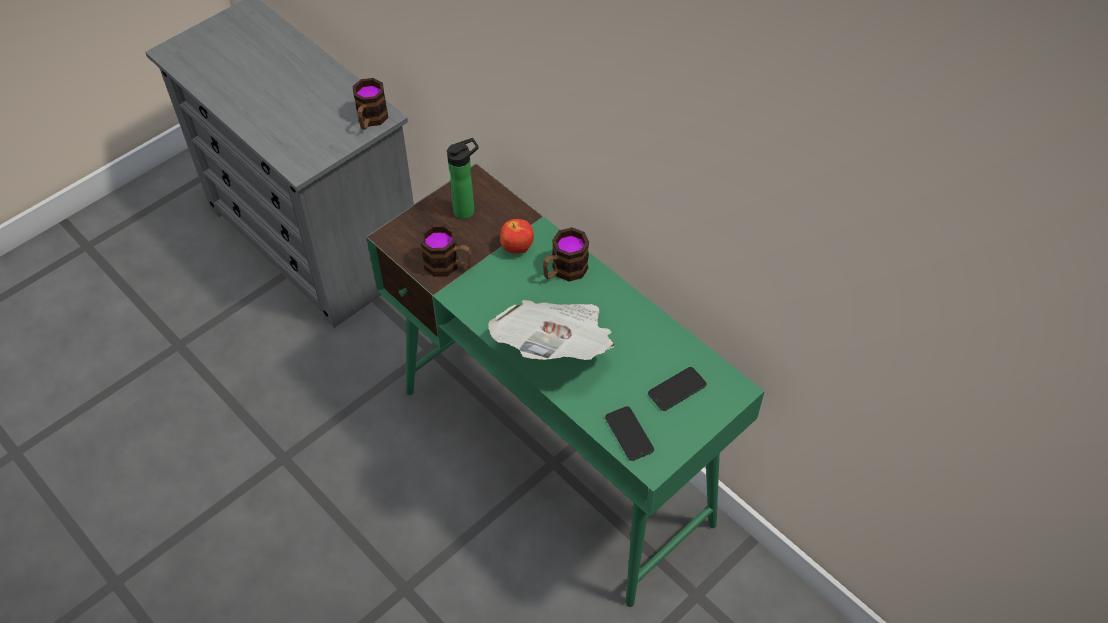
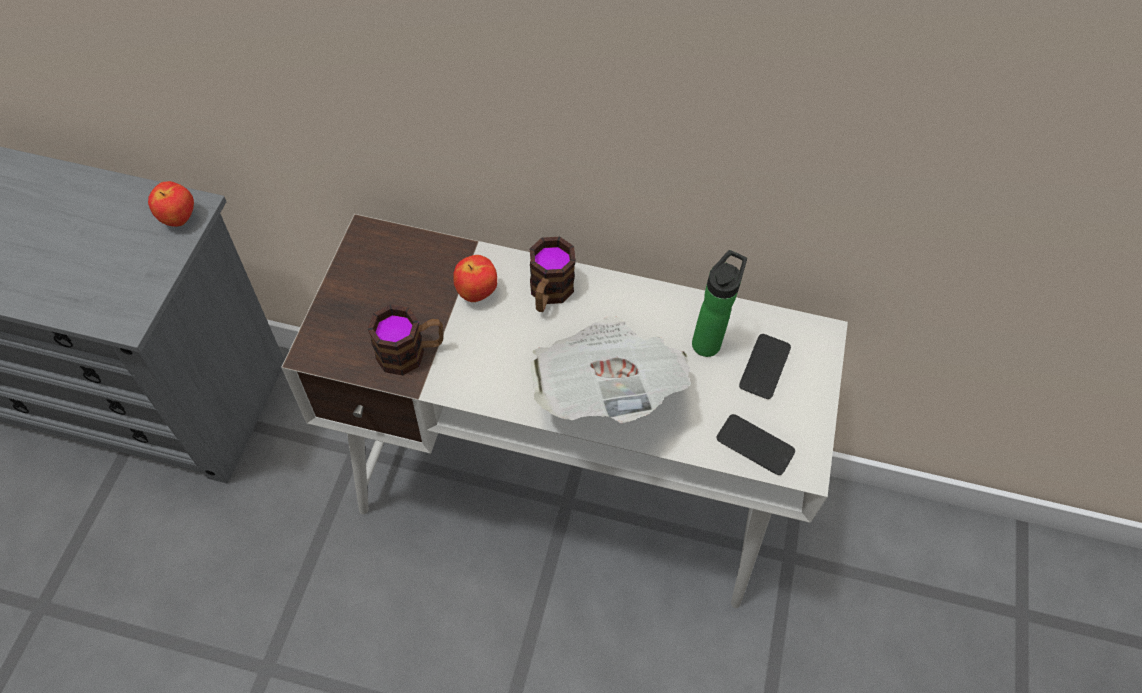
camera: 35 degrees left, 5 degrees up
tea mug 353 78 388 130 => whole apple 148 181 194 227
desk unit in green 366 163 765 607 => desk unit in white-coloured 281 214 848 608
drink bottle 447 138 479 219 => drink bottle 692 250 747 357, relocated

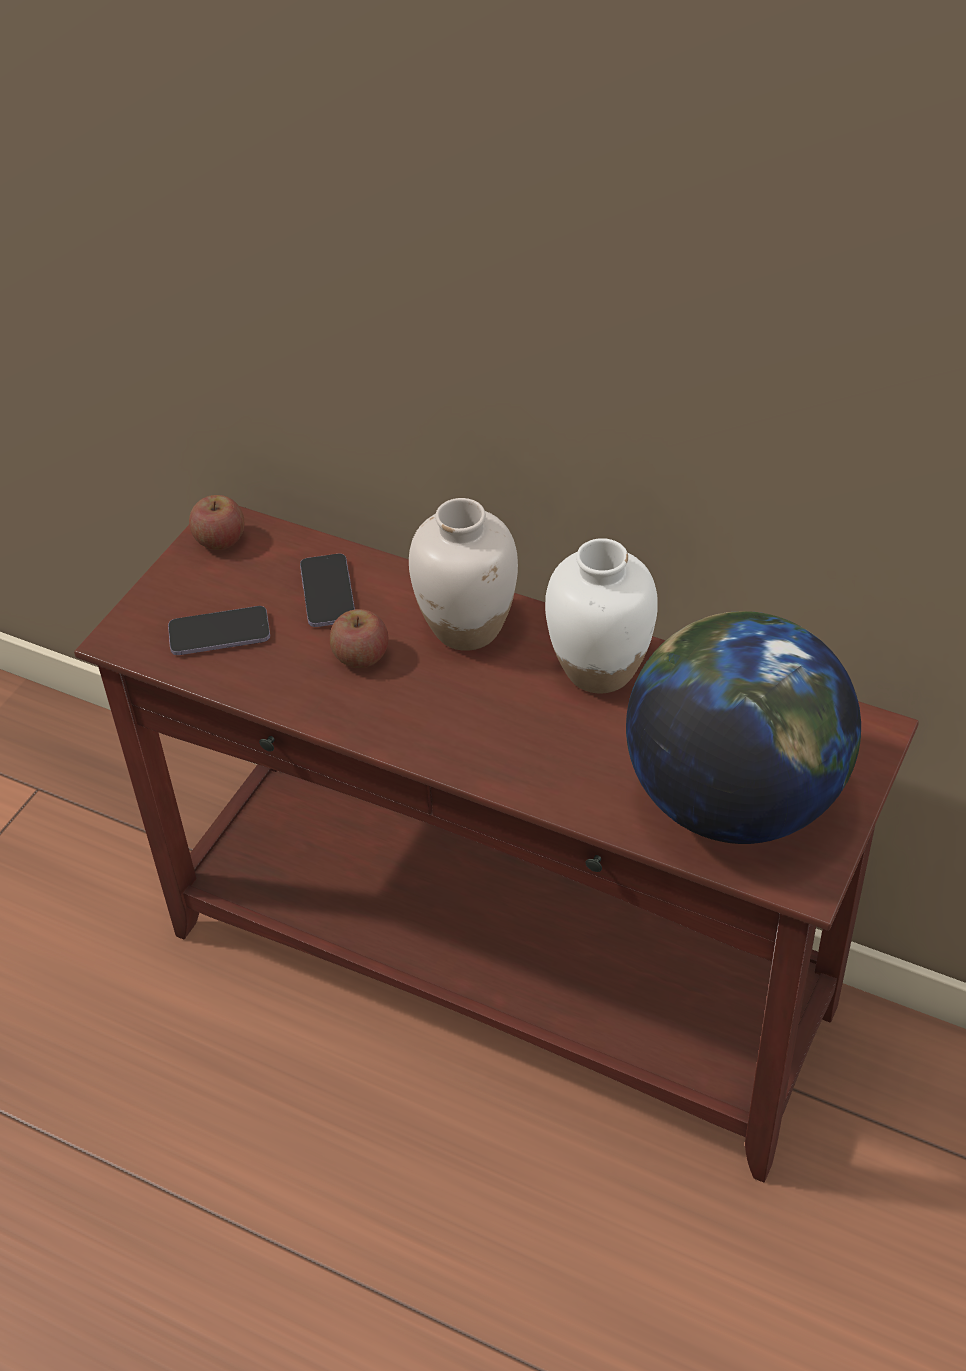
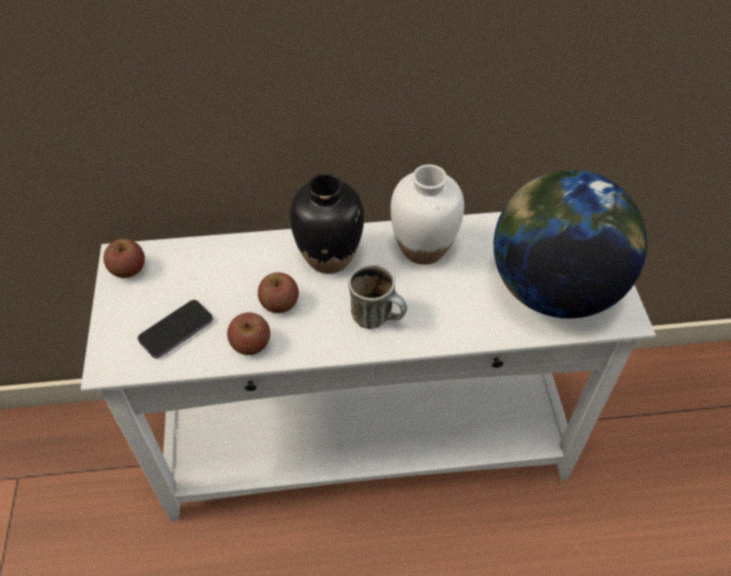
camera: 35 degrees left, 5 degrees up
hall table in brown-coloured 74 506 919 1183 => hall table in white-coloured 81 212 656 522
nothing => whole apple 227 312 270 355
flower vase in white-coloured 409 498 518 651 => flower vase in black-coloured 290 173 364 274
nothing => tea mug 348 264 407 329
telephone 300 554 355 627 => nothing

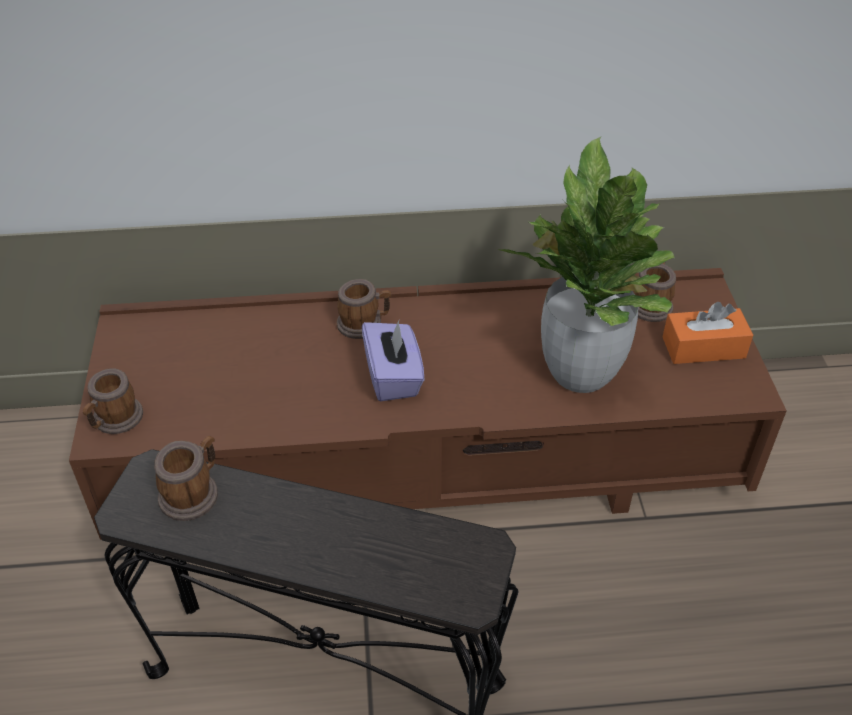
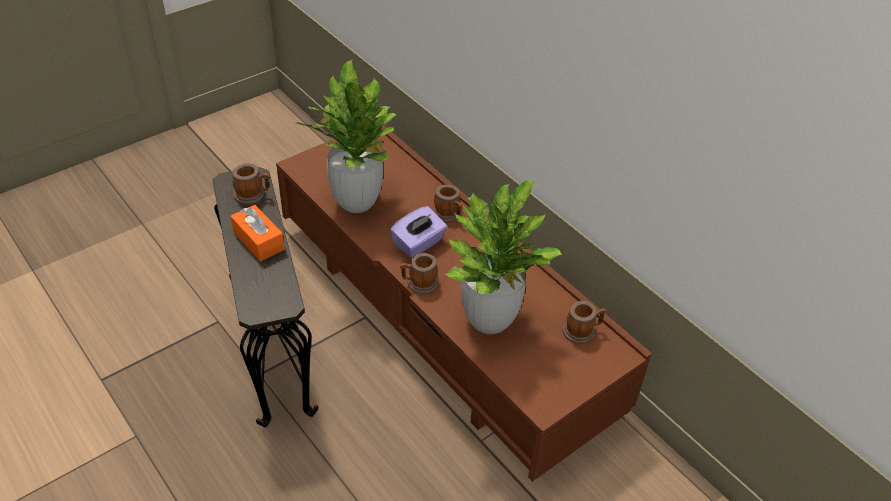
camera: 55 degrees right, 0 degrees up
tissue holder in orange-coloured 663 302 753 364 => tissue holder in orange-coloured 230 205 285 262, relocated
nothing => houseplant 297 60 397 213
tea mug 83 368 143 434 => tea mug 400 253 439 294, relocated

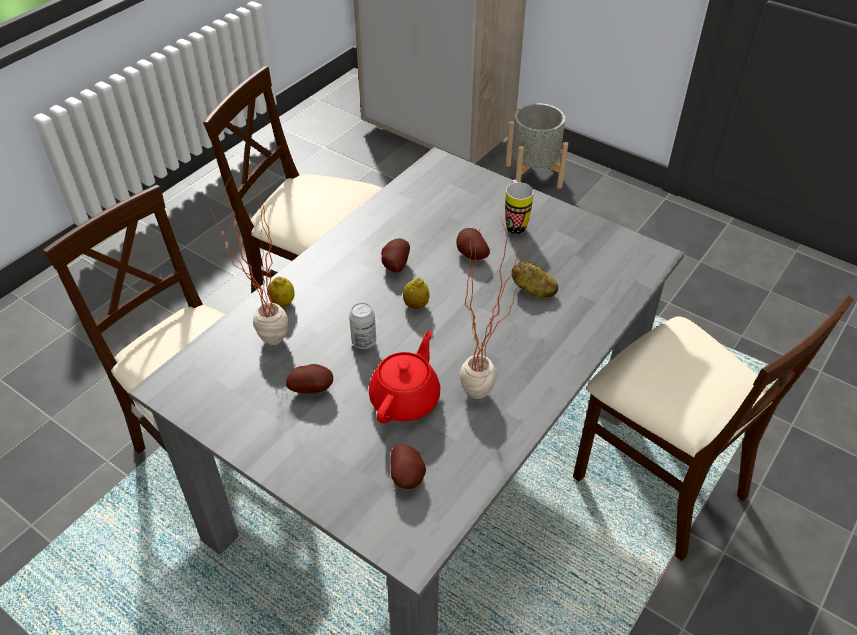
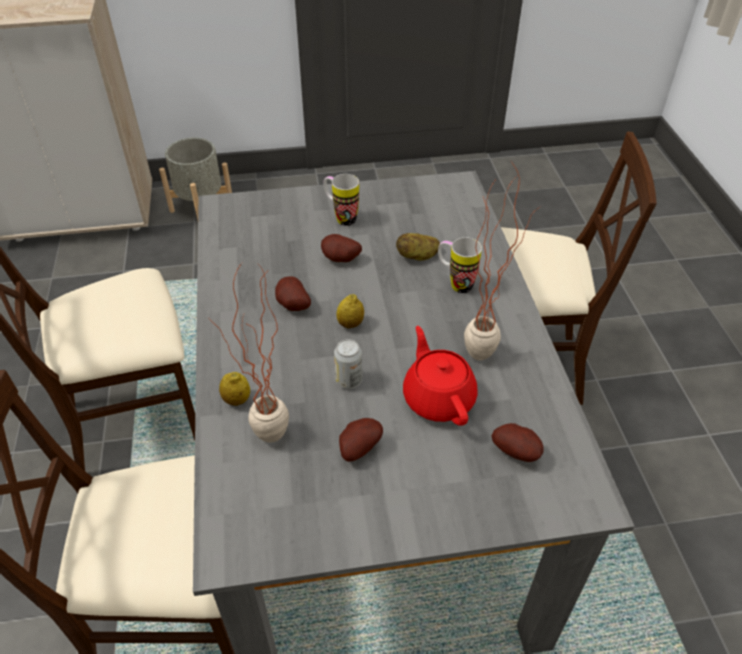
camera: 45 degrees left, 0 degrees up
nothing => tea mug 438 237 482 293

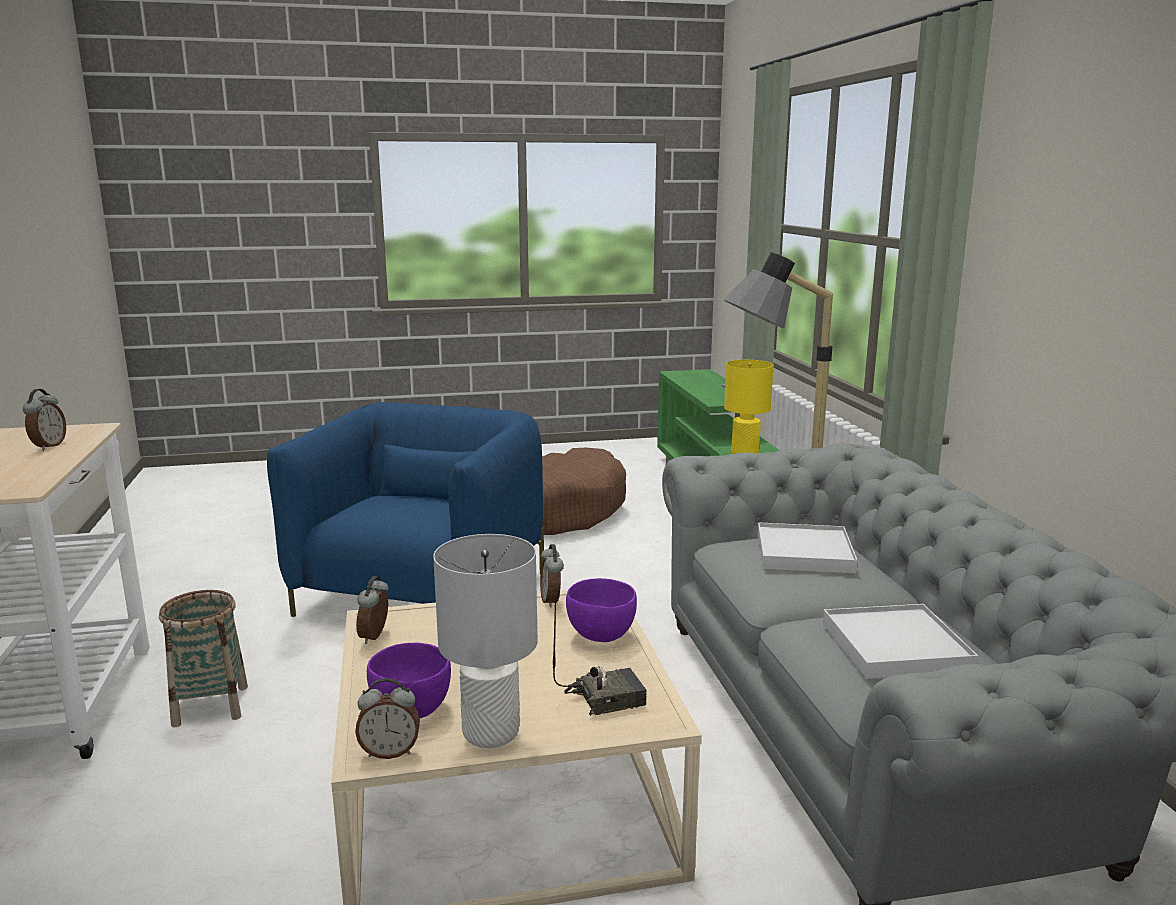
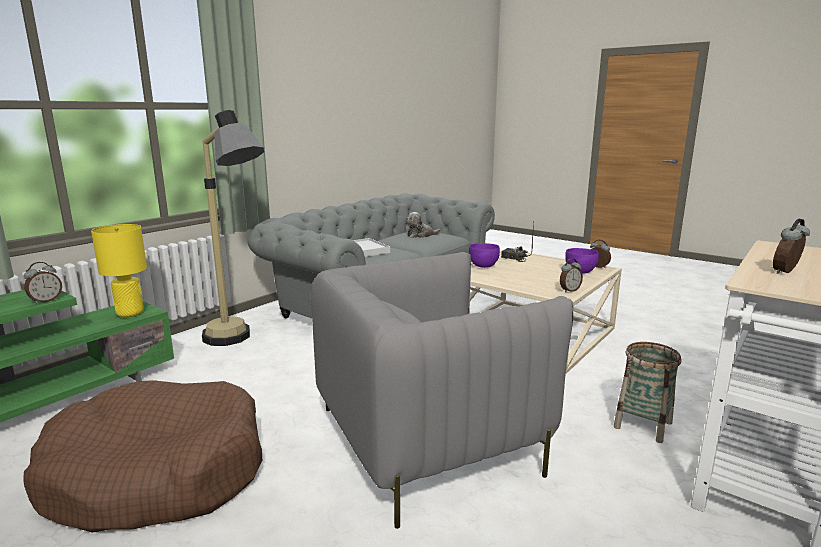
camera: 130 degrees left, 0 degrees up
alarm clock 540 544 564 608 => alarm clock 24 262 62 304, relocated
easy chair in blue 267 402 544 617 => easy chair in grey 311 252 573 529
serving tray in white-coloured 823 604 978 679 => plush toy 406 212 441 238
table lamp in grey 433 534 538 748 => nothing

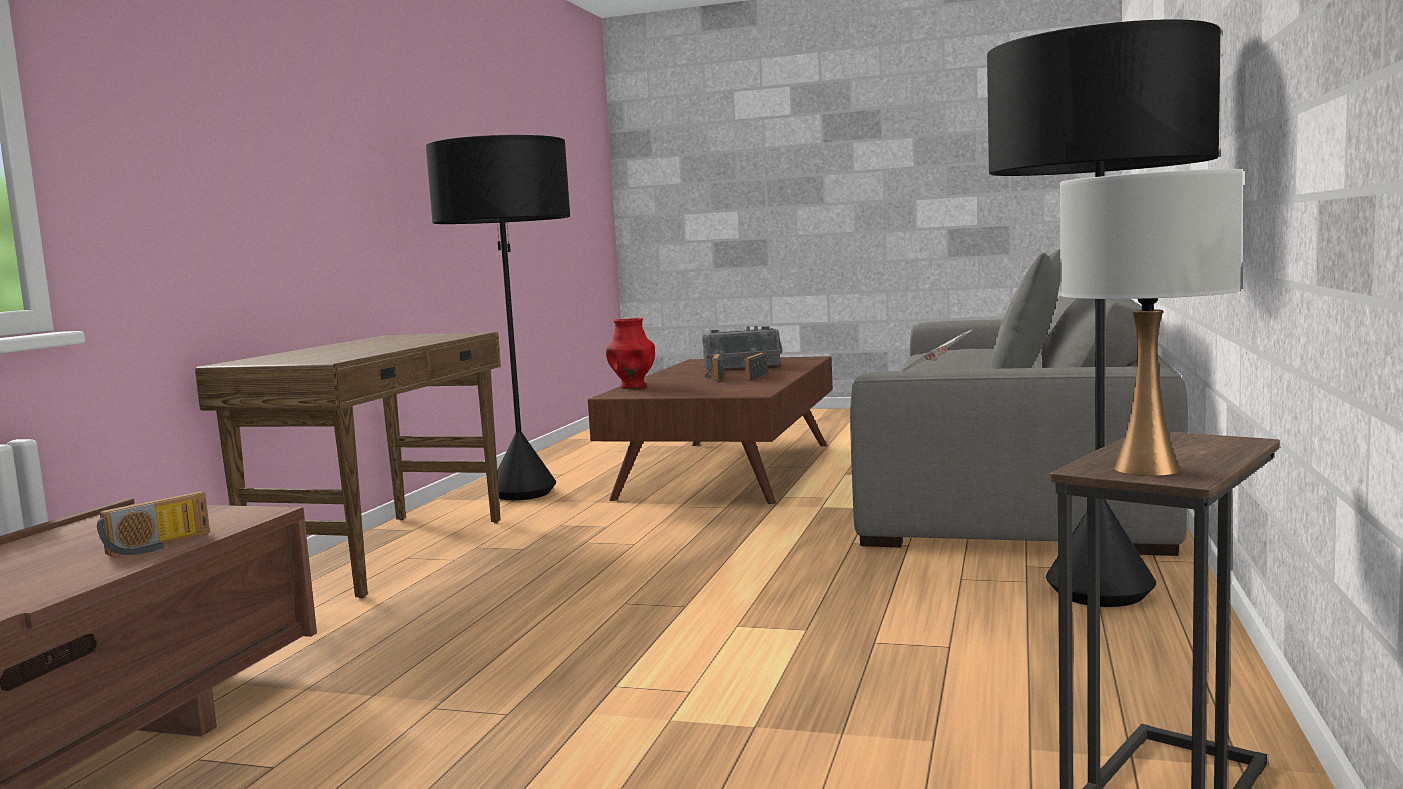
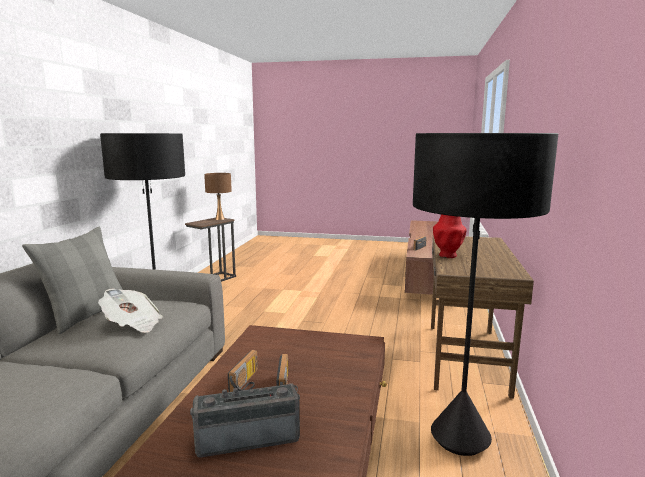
camera: 175 degrees right, 5 degrees up
table lamp in white-coloured 1060 169 1242 476 => table lamp in brown-coloured 204 173 232 220
flower vase in red-coloured 606 318 655 389 => flower vase in red-coloured 433 214 467 258, relocated

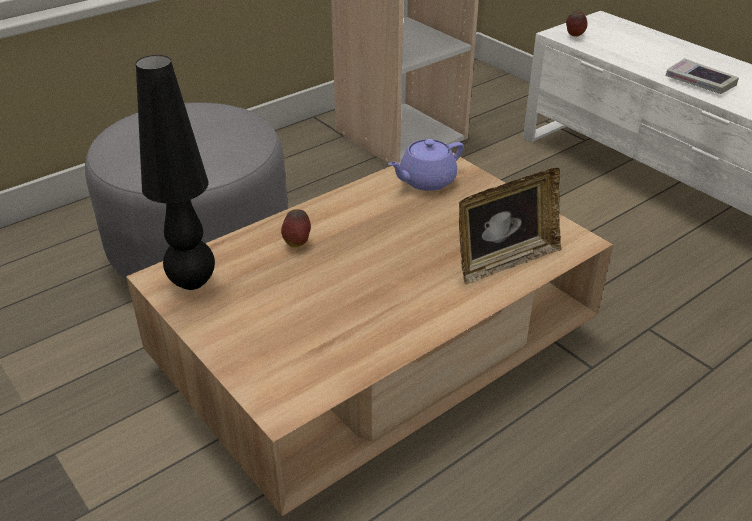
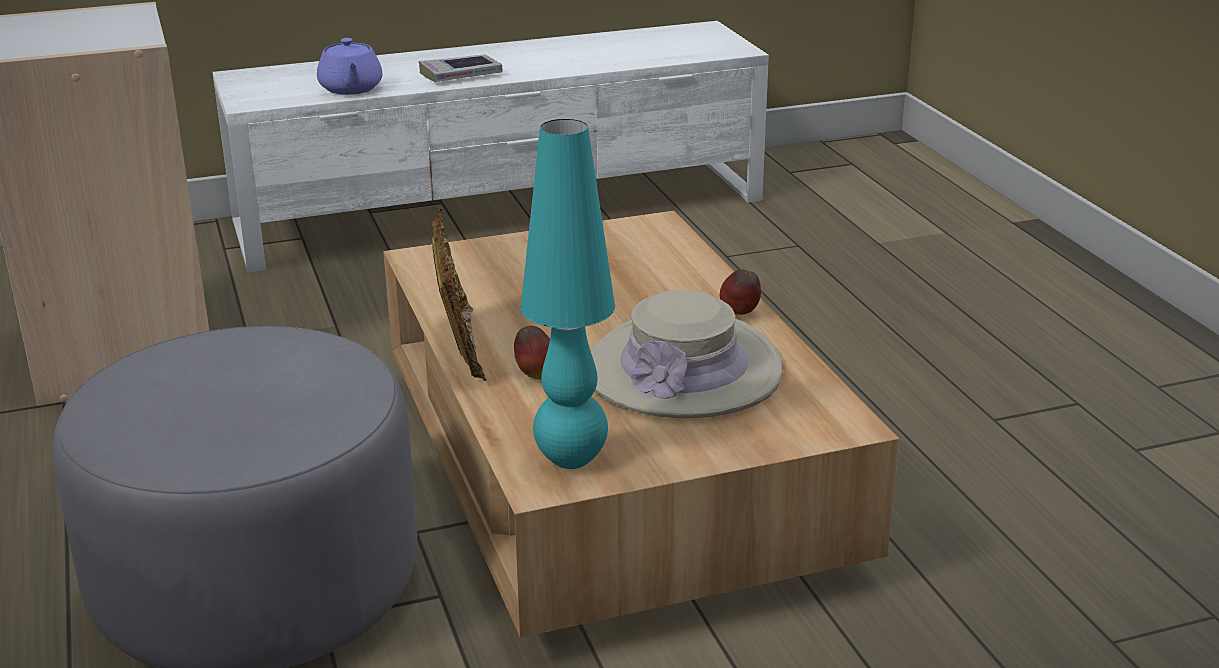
camera: 70 degrees left, 10 degrees down
teapot in purple-coloured 388 139 464 191 => teapot in purple-coloured 317 38 383 95, relocated
picture frame 459 168 562 285 => picture frame 431 209 486 381, relocated
table lamp in black-coloured 136 55 215 290 => table lamp in turquoise-coloured 520 119 615 469
nothing => clothing hat in sand-coloured 591 290 783 418
whole apple 566 10 588 37 => whole apple 720 269 761 315, relocated

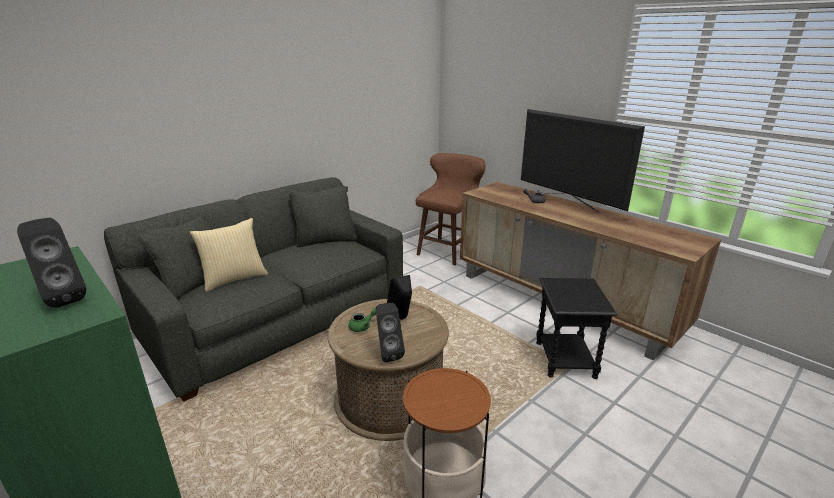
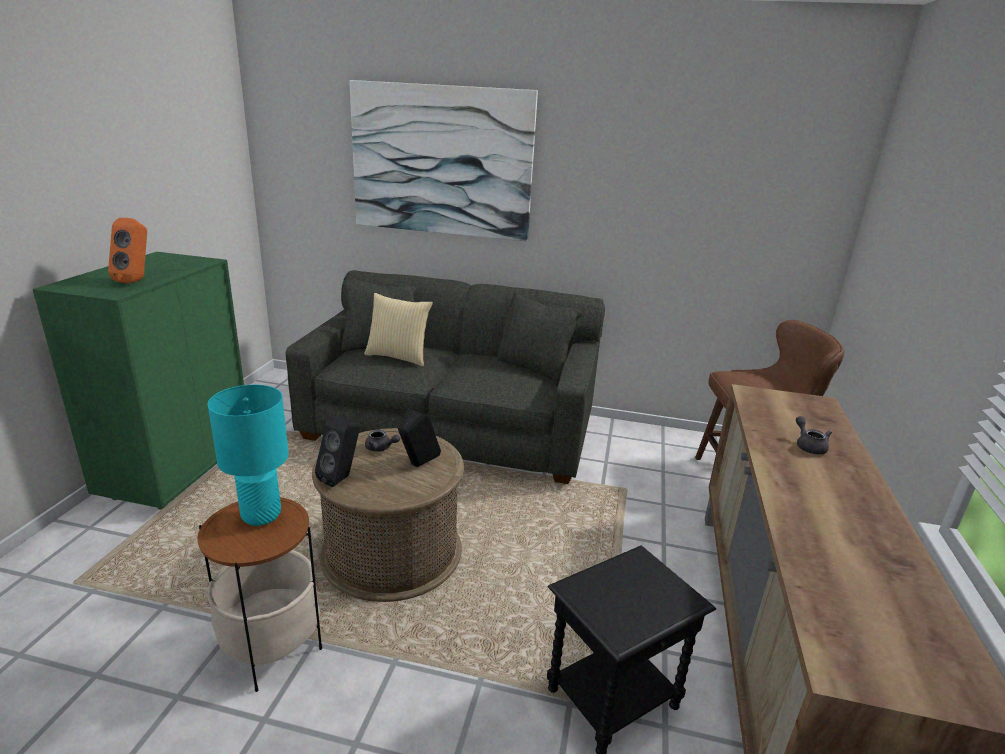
camera: 55 degrees right, 0 degrees up
speaker in black-coloured 17 218 86 308 => speaker in orange-coloured 108 218 147 283
nothing => table lamp in turquoise-coloured 208 385 289 526
nothing => picture 349 80 538 241
teapot in green 348 308 376 332 => teapot in grey 365 430 400 452
TV 521 109 645 214 => nothing

